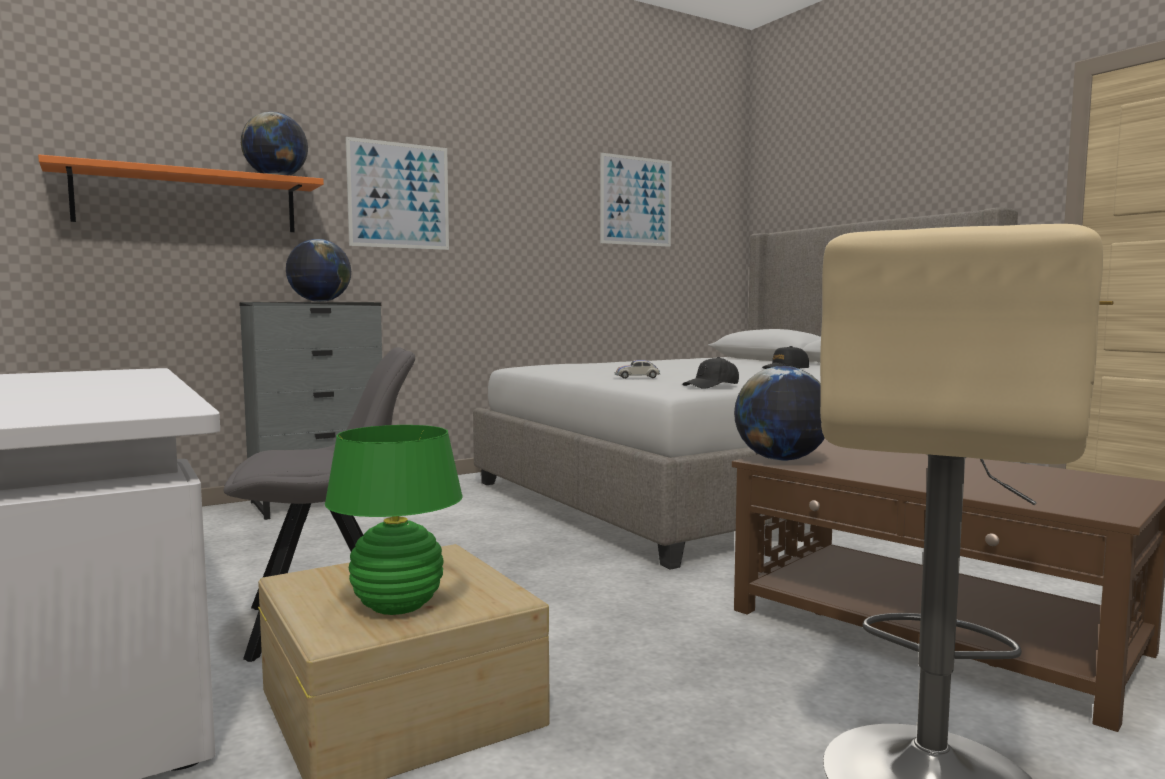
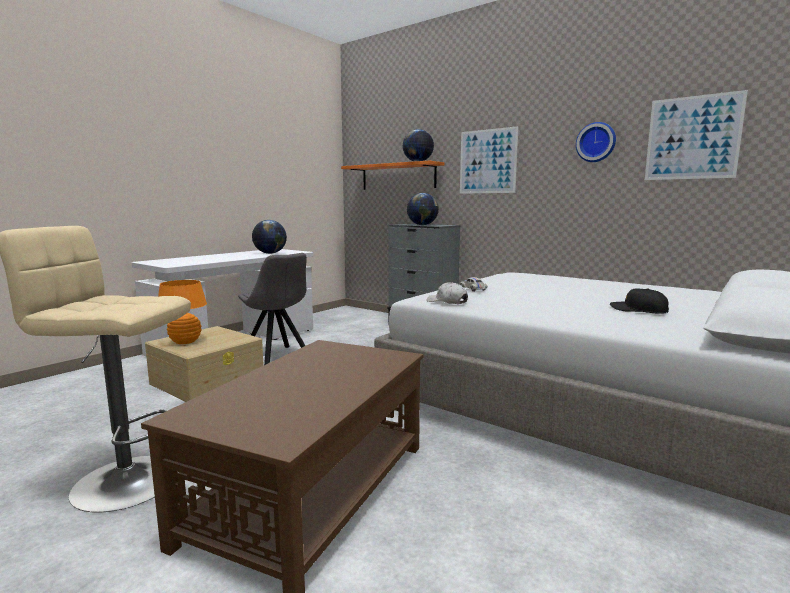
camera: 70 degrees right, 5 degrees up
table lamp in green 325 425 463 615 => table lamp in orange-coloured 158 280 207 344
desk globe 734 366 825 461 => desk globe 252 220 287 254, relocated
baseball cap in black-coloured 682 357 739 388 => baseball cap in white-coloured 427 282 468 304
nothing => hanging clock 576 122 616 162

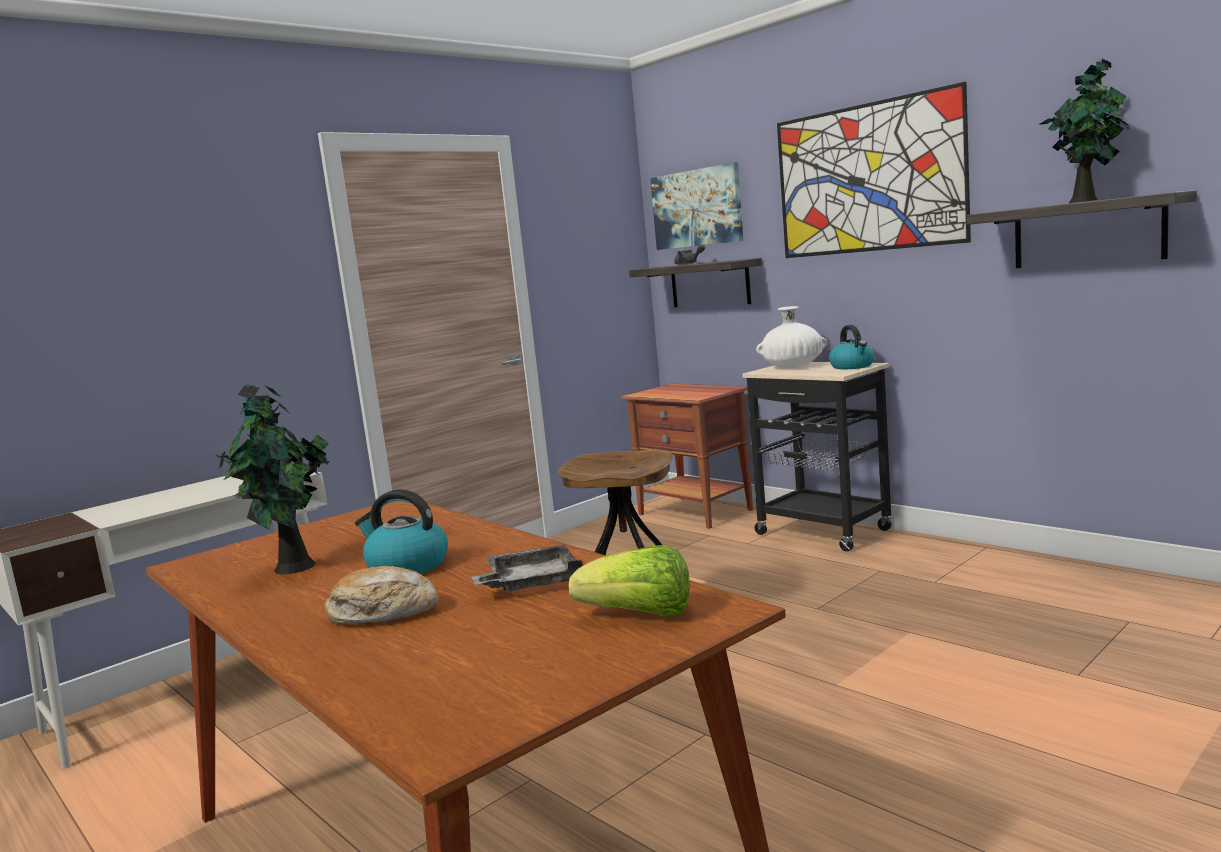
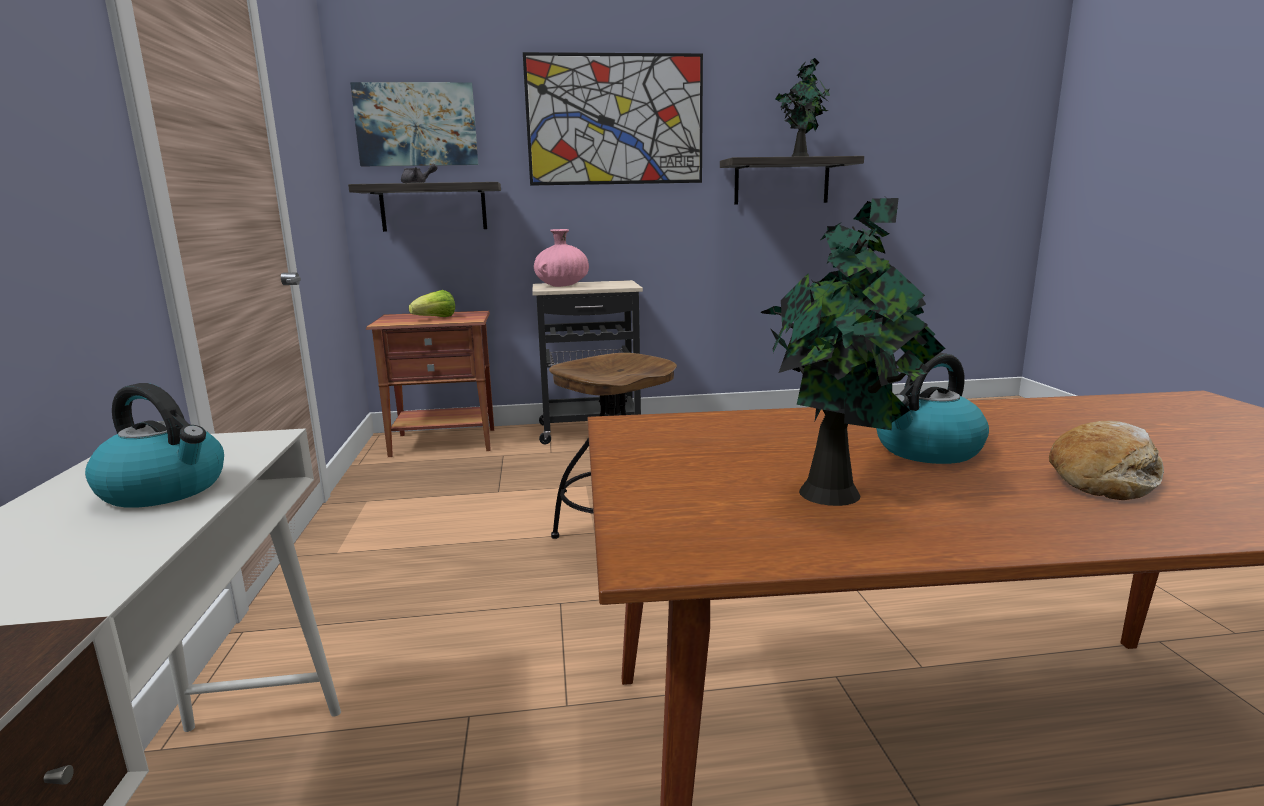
camera: 55 degrees left, 5 degrees up
water kettle 829 325 875 369 => water kettle 85 383 224 508, relocated
head of lettuce 569 545 690 617 => head of lettuce 409 290 455 317, relocated
flower vase in white-coloured 756 306 828 369 => flower vase in pinkish 534 229 589 287
serving tray in grey 471 545 582 591 => nothing

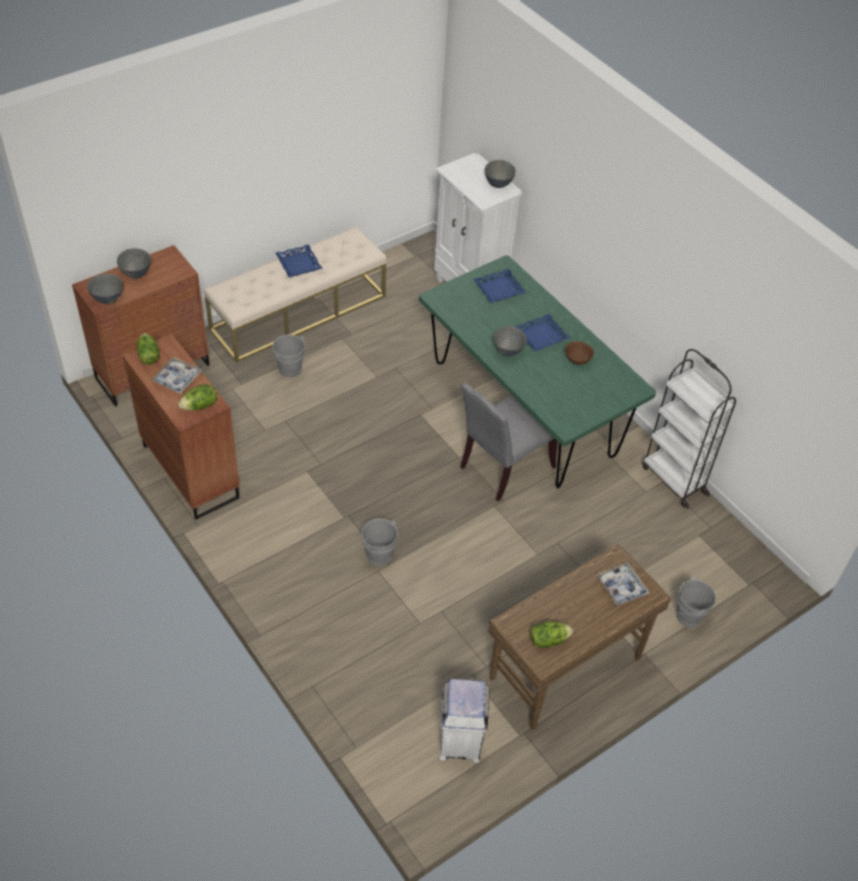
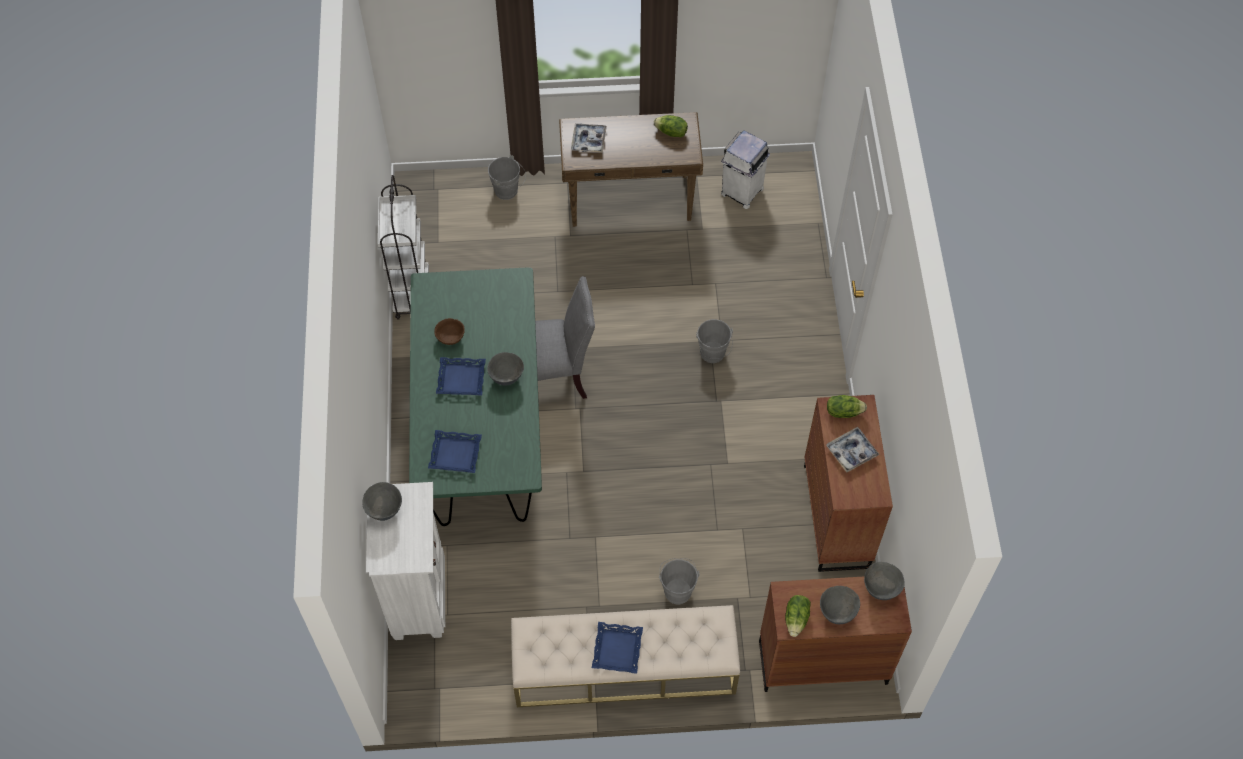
camera: 145 degrees left, 10 degrees up
head of lettuce 137 333 160 365 => head of lettuce 785 595 811 637, relocated

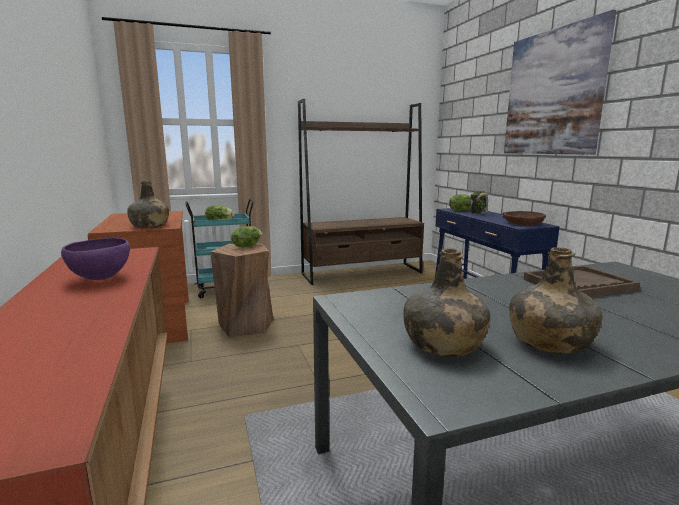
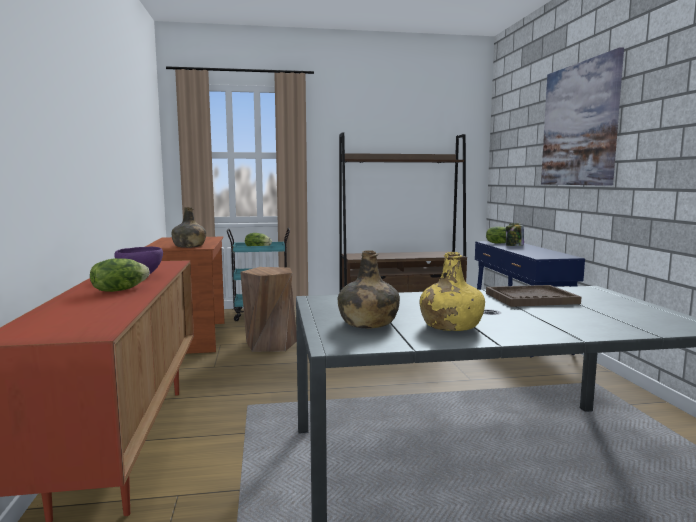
camera: 10 degrees right, 5 degrees down
head of lettuce 231 226 262 247 => head of lettuce 90 258 150 292, relocated
drink bottle in green 509 247 602 353 => drink bottle in yellow 420 252 485 331
bowl in brown-coloured 503 211 546 225 => nothing

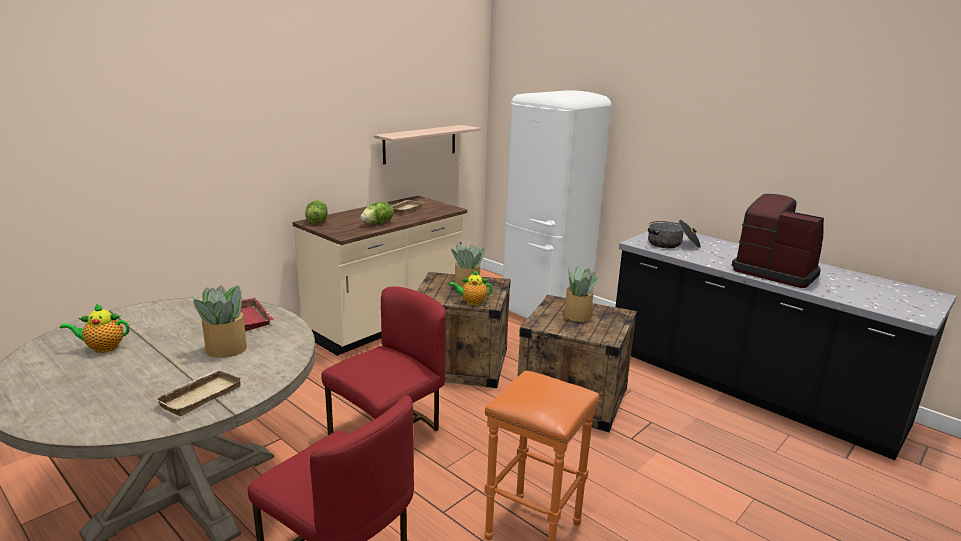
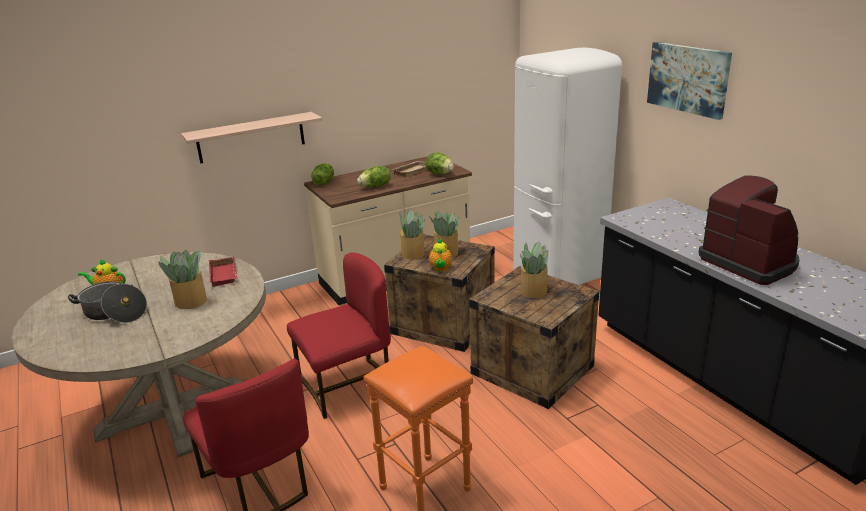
camera: 20 degrees right, 5 degrees up
cooking pot 648 220 701 248 => cooking pot 68 281 147 323, relocated
shelf 373 125 481 164 => shelf 181 112 322 164, relocated
nothing => houseplant 400 210 425 259
nothing => head of lettuce 426 153 454 175
teapot 449 270 492 305 => teapot 429 238 452 272, 105 degrees counterclockwise
nothing => picture 647 42 732 120
serving tray in sand-coloured 153 369 243 416 => nothing

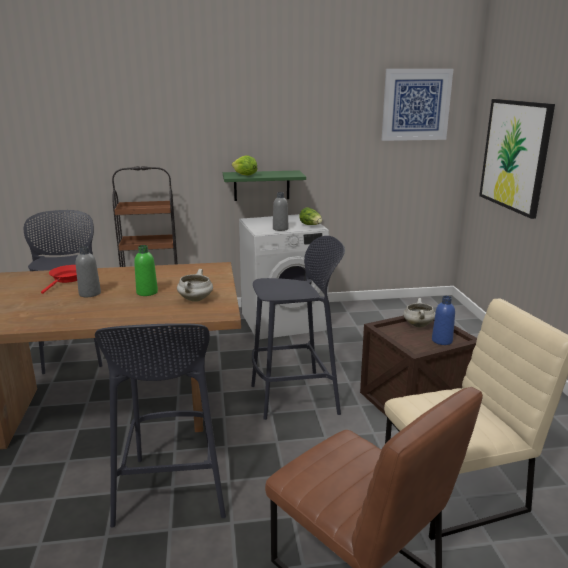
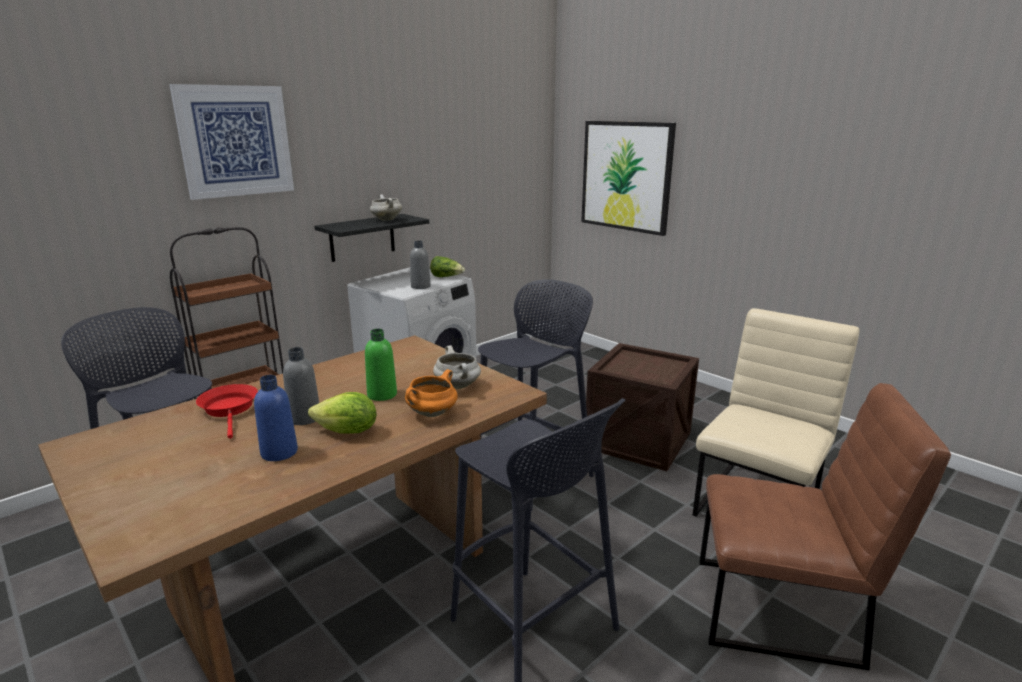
camera: 35 degrees left, 0 degrees up
picture 382 69 453 141 => picture 169 84 294 200, relocated
drink bottle in blue 432 296 455 345 => drink bottle in blue 254 375 298 461, relocated
head of lettuce 232 156 257 176 => head of lettuce 308 392 377 434, relocated
shelf in green 223 170 306 201 => shelf in black-coloured 314 214 429 262
cooking pot in white-coloured 403 298 435 328 => cooking pot in white-coloured 370 195 402 221, relocated
nothing => cooking pot in orange-coloured 405 369 458 417

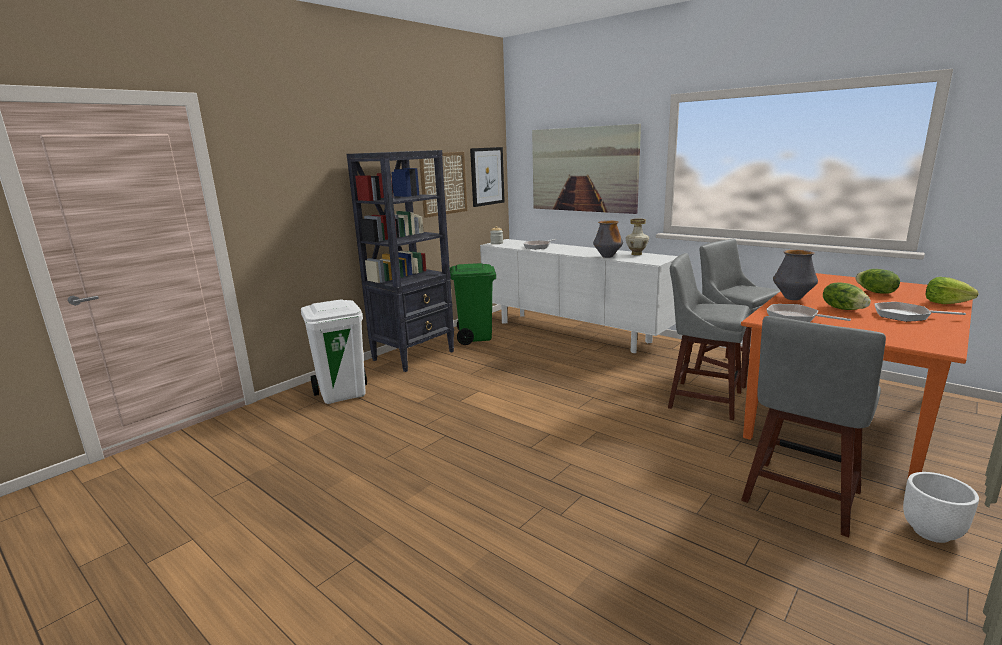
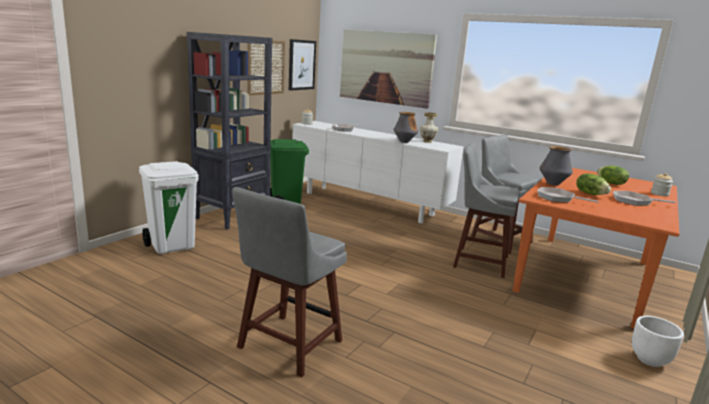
camera: 10 degrees left, 0 degrees up
plain chair in grey 741 316 886 537 => plain chair in grey 232 187 347 378, relocated
head of lettuce 926 277 979 304 => preserve jar 651 173 673 196

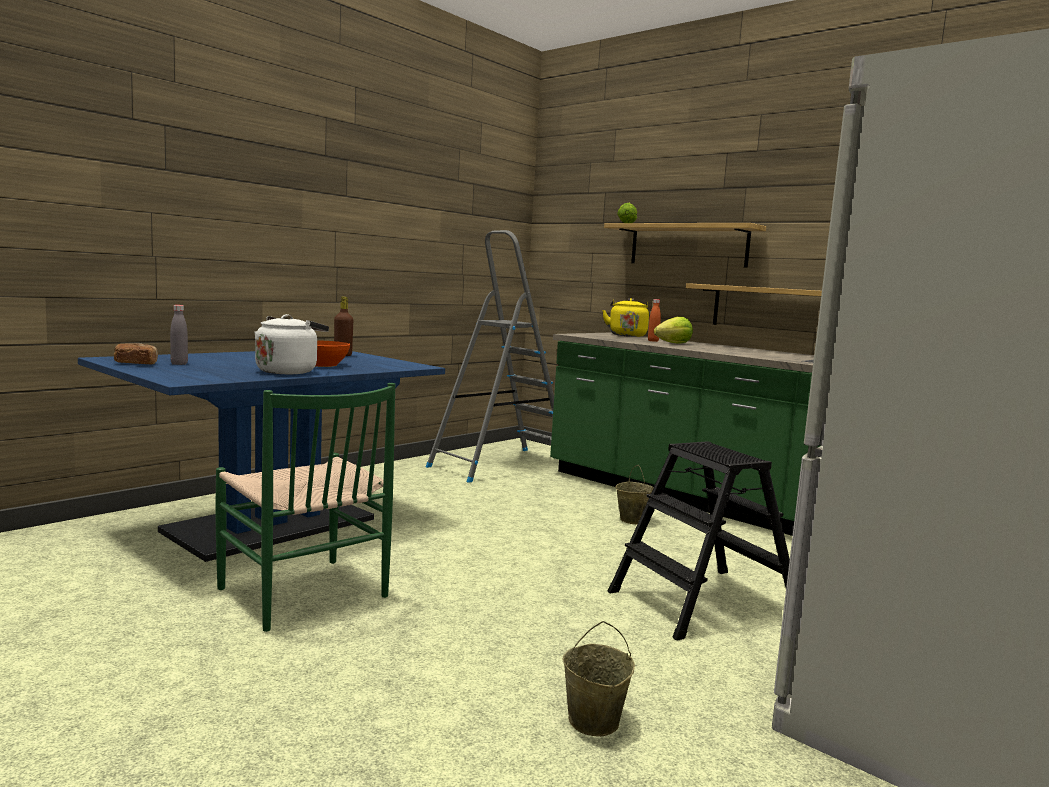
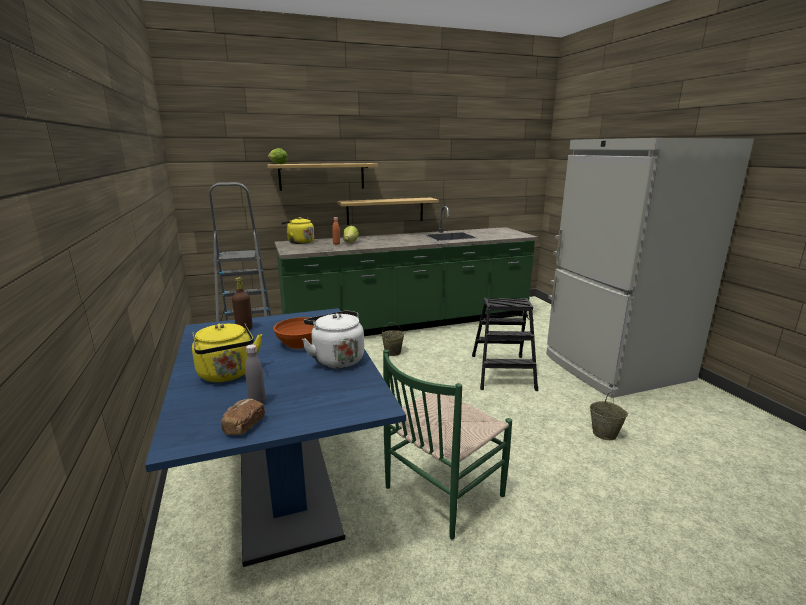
camera: 60 degrees left, 10 degrees up
nothing => water kettle in yellow 192 323 262 382
plain chair in green 215 383 395 632 => plain chair in green 383 349 512 540, 150 degrees clockwise

